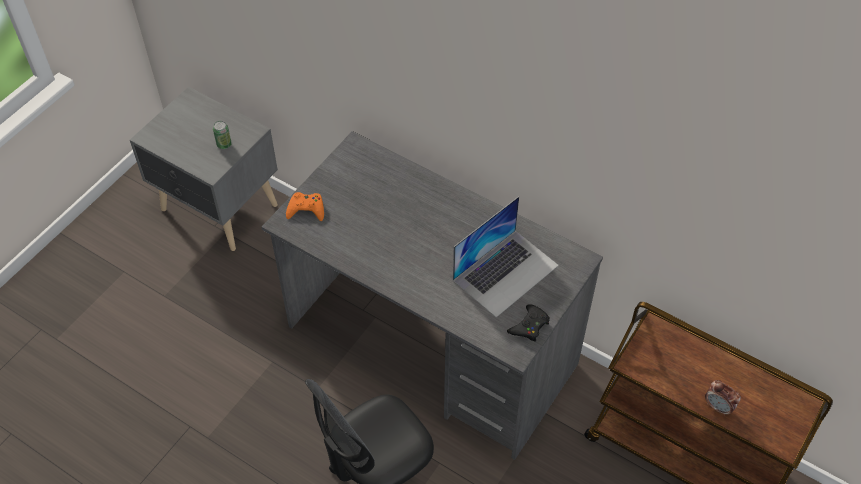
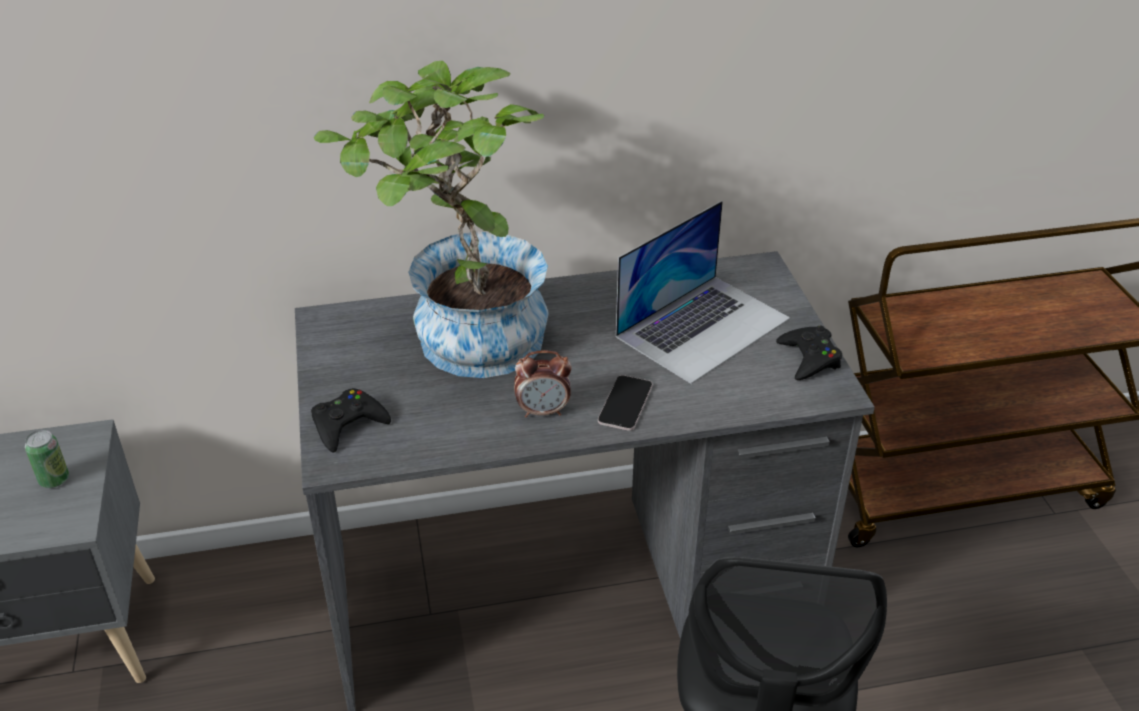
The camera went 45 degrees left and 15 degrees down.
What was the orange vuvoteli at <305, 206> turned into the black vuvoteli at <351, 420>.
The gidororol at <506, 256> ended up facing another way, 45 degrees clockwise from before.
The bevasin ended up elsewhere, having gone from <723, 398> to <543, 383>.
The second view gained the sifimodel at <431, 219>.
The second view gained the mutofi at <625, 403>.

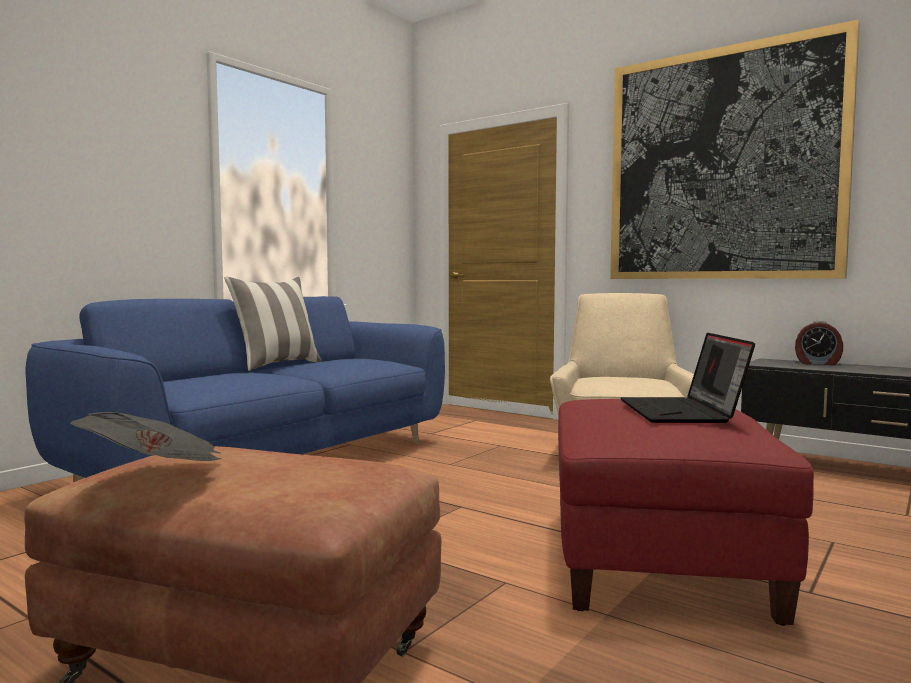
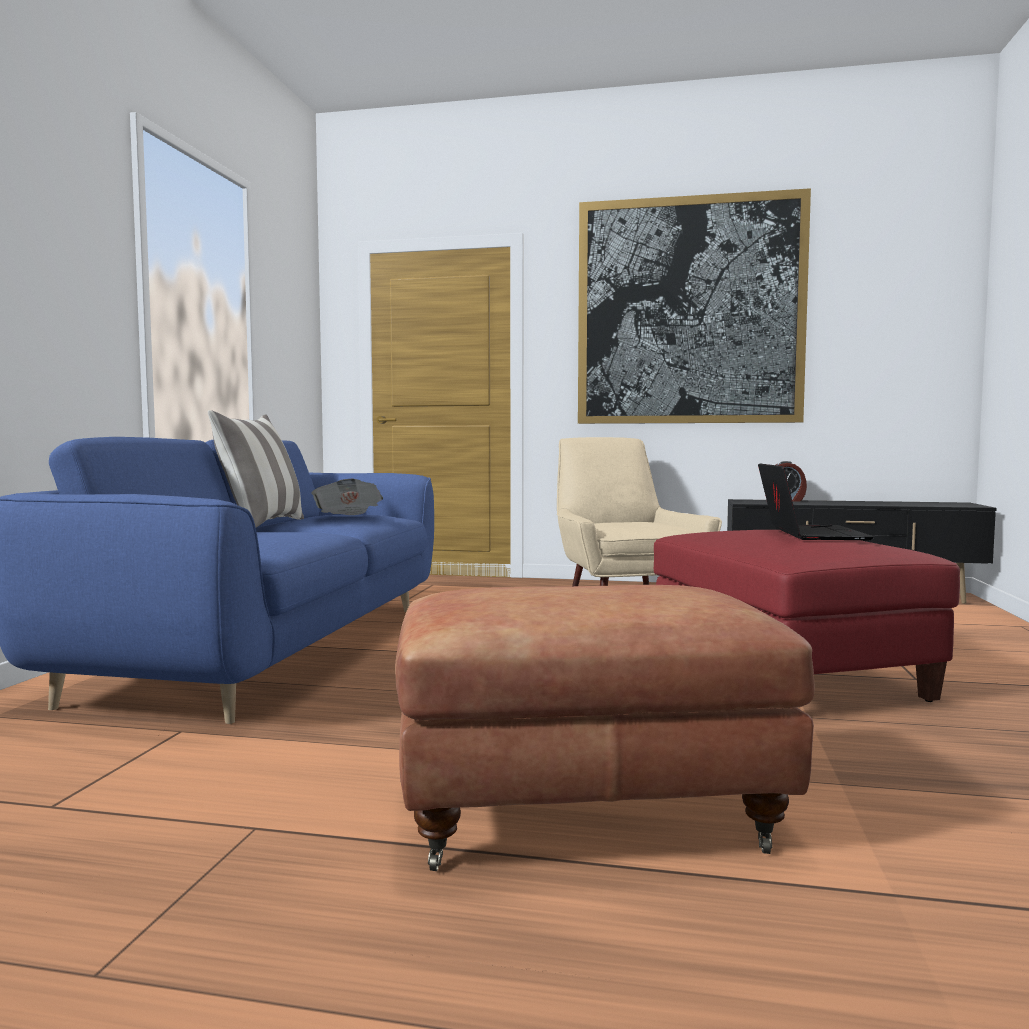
The camera went 25 degrees left and 0 degrees up.
The gidororol at <688, 378> ended up facing another way, 150 degrees counterclockwise from before.
The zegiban ended up elsewhere, having gone from <145, 436> to <347, 497>.

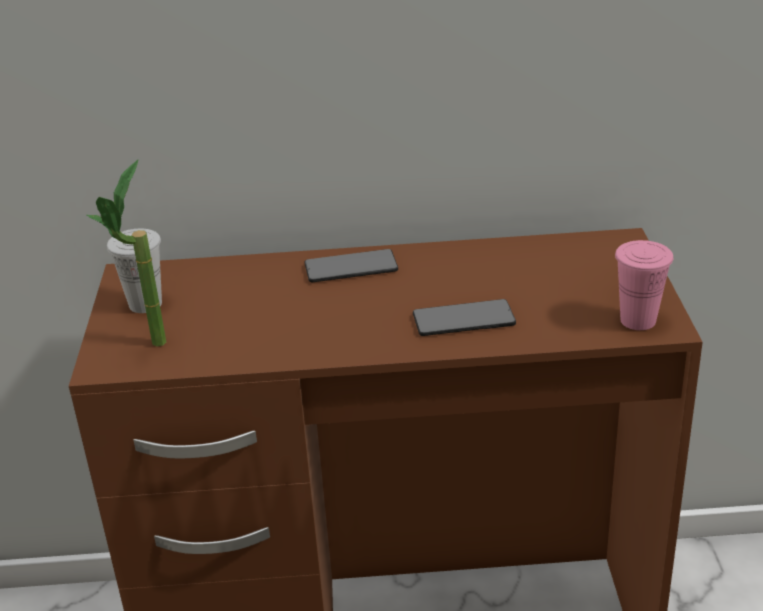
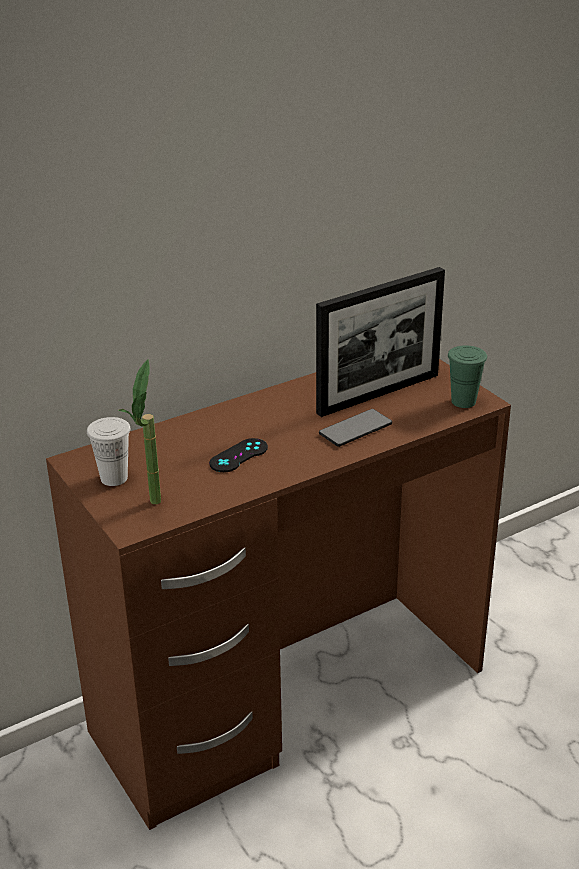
The camera went 30 degrees left and 0 degrees up.
What was the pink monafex at <644, 285> turned into the green monafex at <467, 376>.
The second view lost the mutofi at <351, 265>.
The second view gained the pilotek at <380, 342>.
The second view gained the black vuvoteli at <238, 455>.

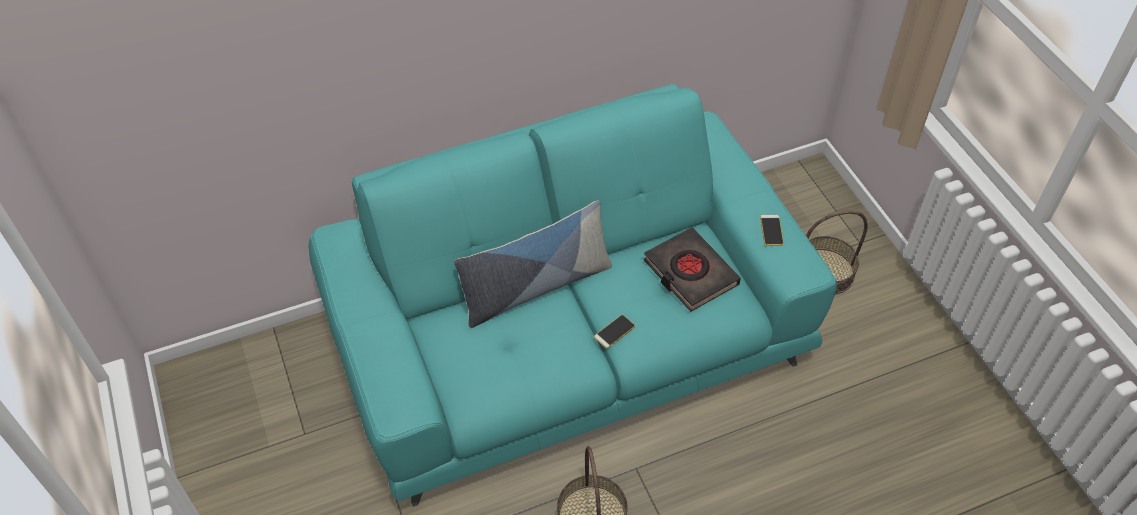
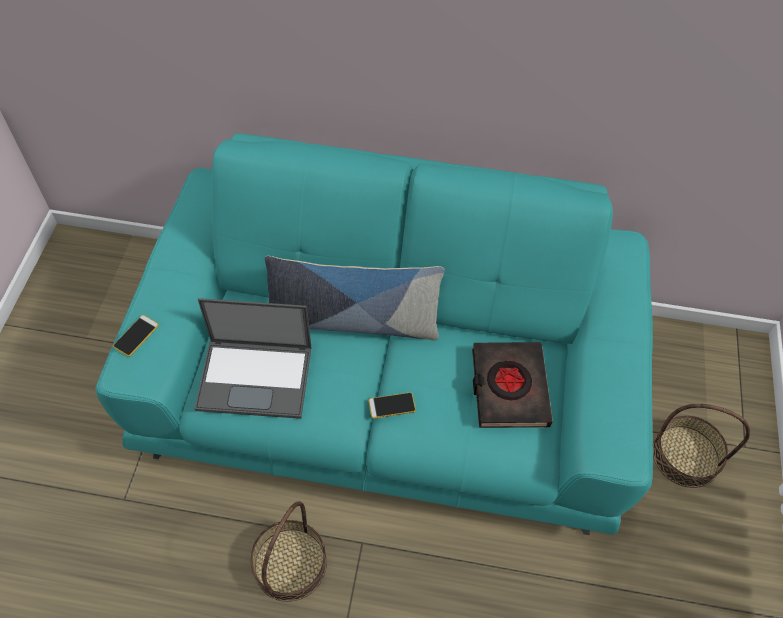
The camera went 30 degrees right and 5 degrees up.
The mutofi ended up elsewhere, having gone from <772, 230> to <136, 336>.
The second view gained the gidororol at <253, 358>.

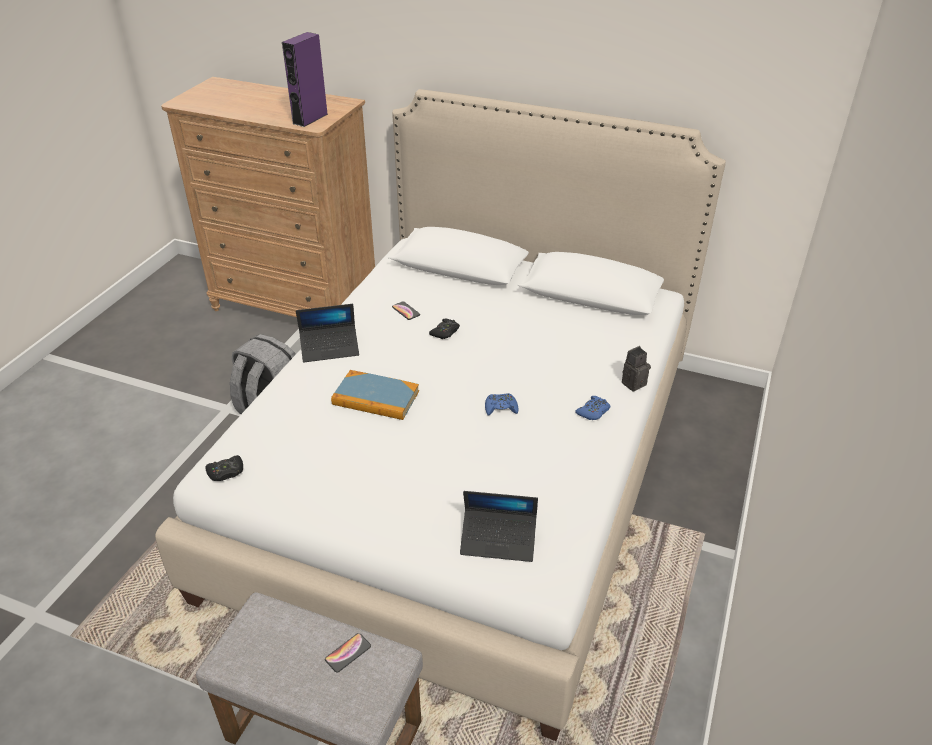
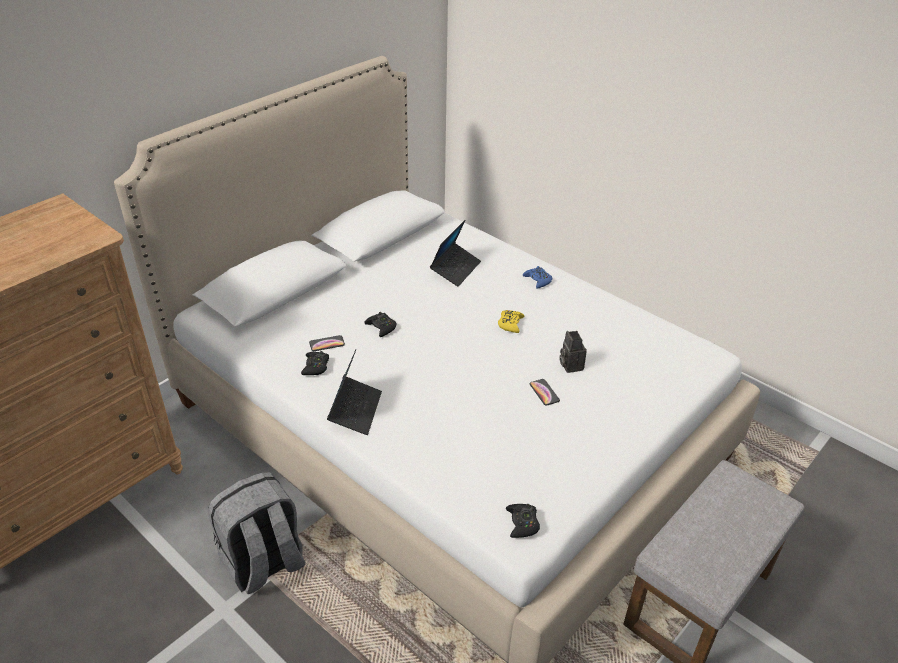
The camera went 70 degrees left and 0 degrees up.
The second view lost the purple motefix at <305, 79>.
The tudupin ended up elsewhere, having gone from <636, 368> to <573, 352>.
The second view lost the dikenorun at <375, 395>.
What was the blue vuvoteli at <502, 404> turned into the yellow vuvoteli at <511, 321>.
The gidororol ended up elsewhere, having gone from <499, 526> to <455, 253>.
The mutofi ended up elsewhere, having gone from <348, 653> to <544, 392>.
The second view gained the black vuvoteli at <315, 363>.

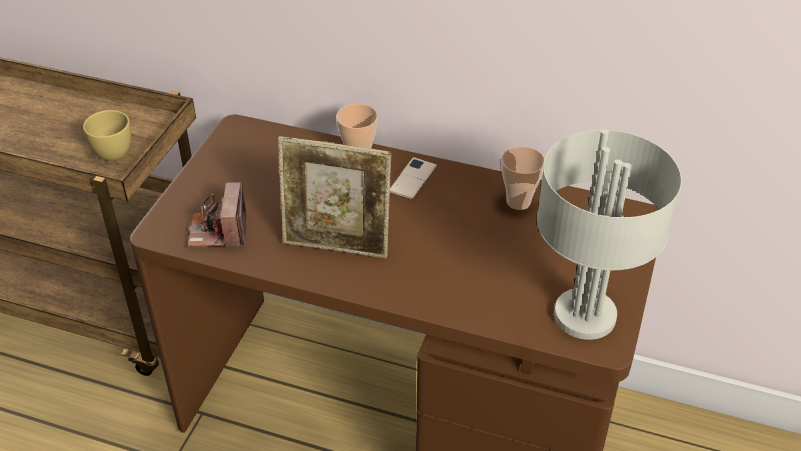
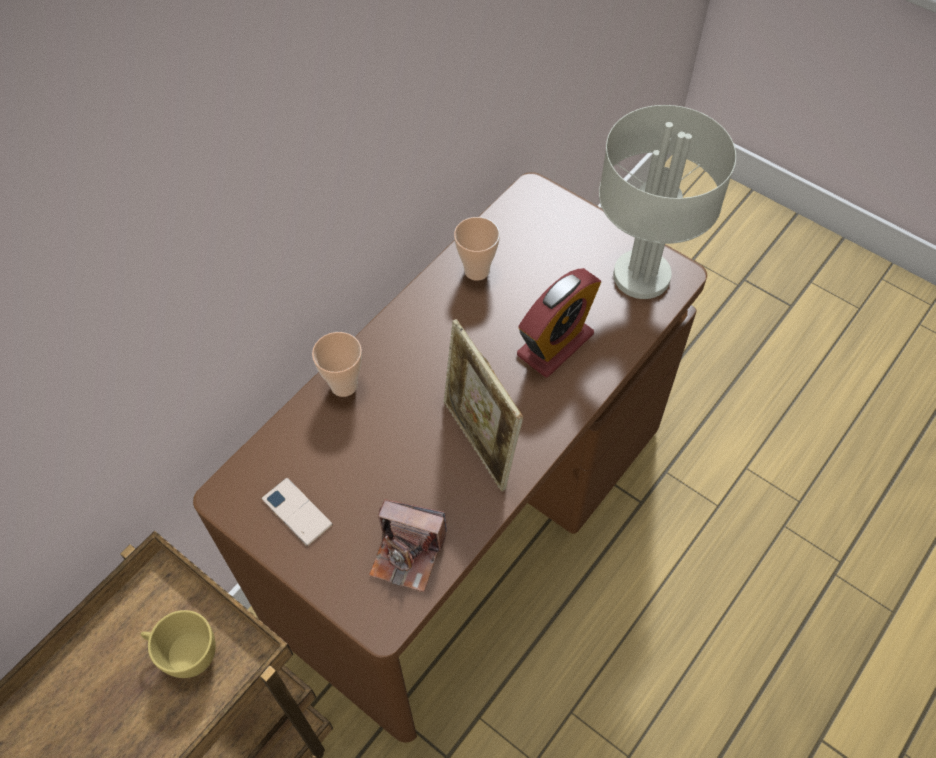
The camera went 70 degrees left and 15 degrees up.
The pilotek at <334, 197> ended up facing another way, 120 degrees clockwise from before.
The mutofi ended up elsewhere, having gone from <413, 178> to <297, 512>.
The second view gained the bevasin at <559, 322>.

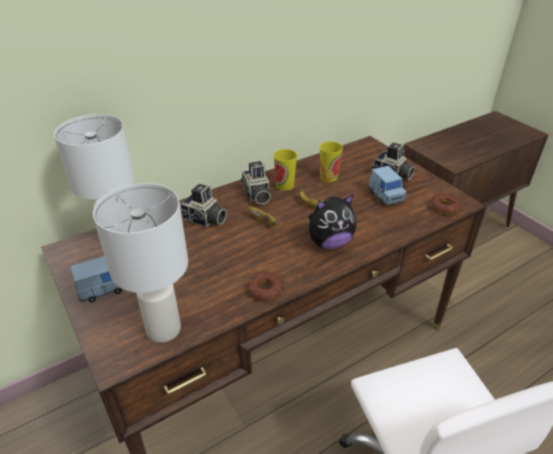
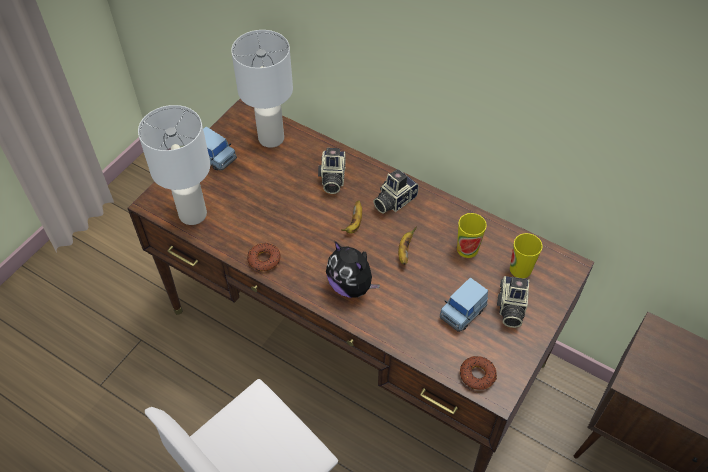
The camera went 65 degrees right and 15 degrees up.
The monafex ended up elsewhere, having gone from <285, 170> to <526, 255>.

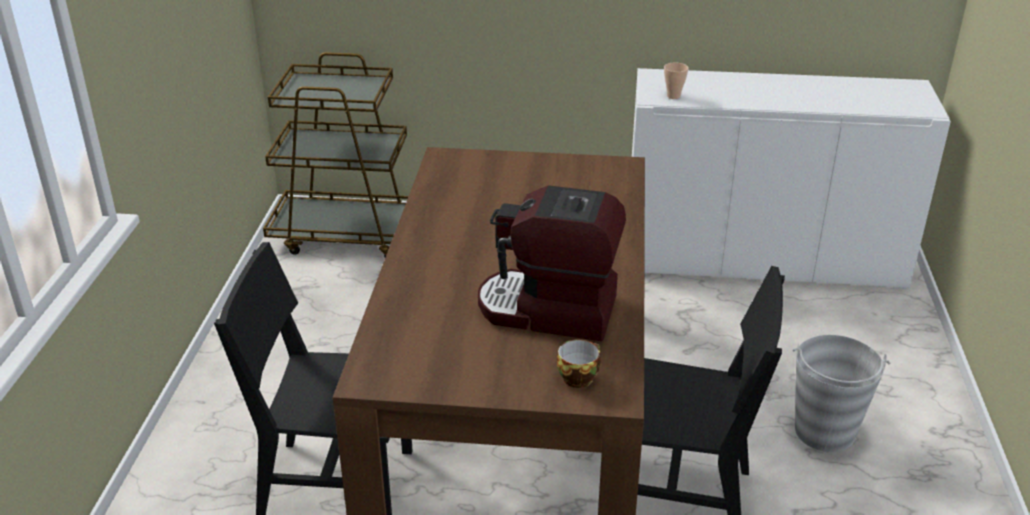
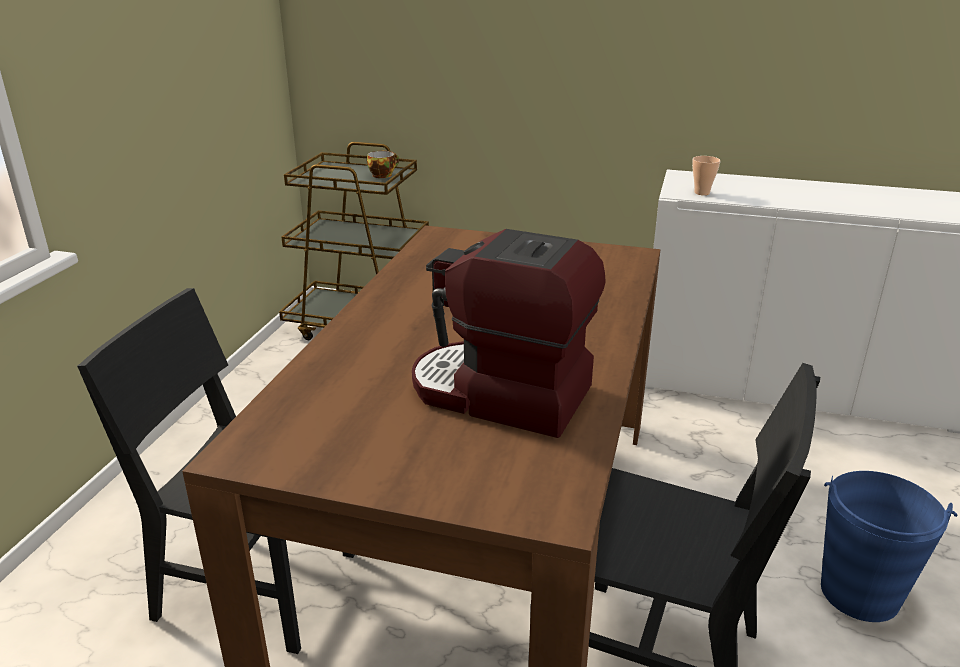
The camera went 10 degrees right and 5 degrees down.
What was the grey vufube at <841, 393> turned into the blue vufube at <889, 546>.
The monafex ended up elsewhere, having gone from <579, 363> to <383, 164>.

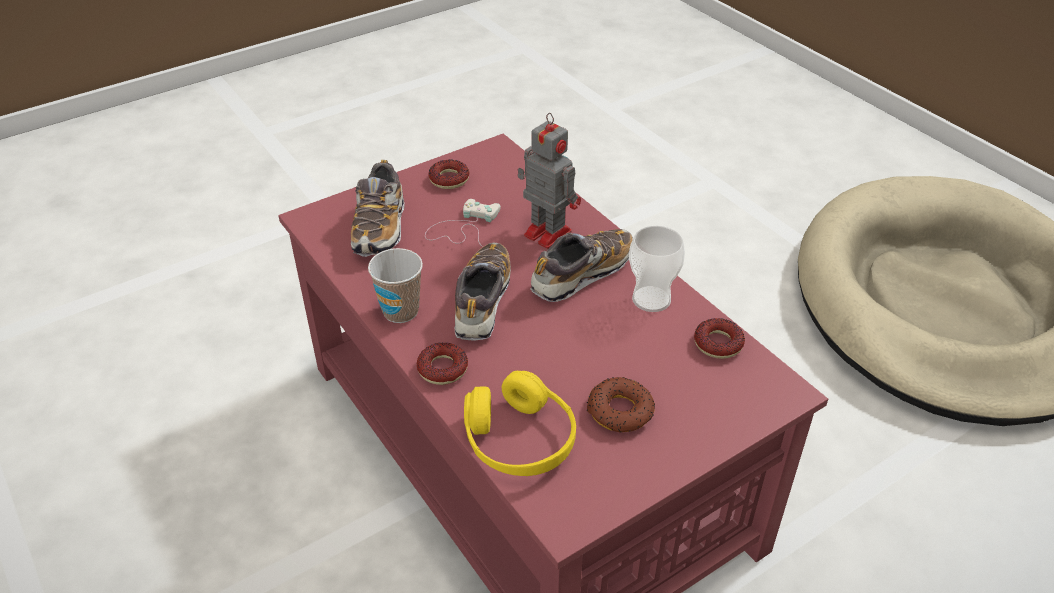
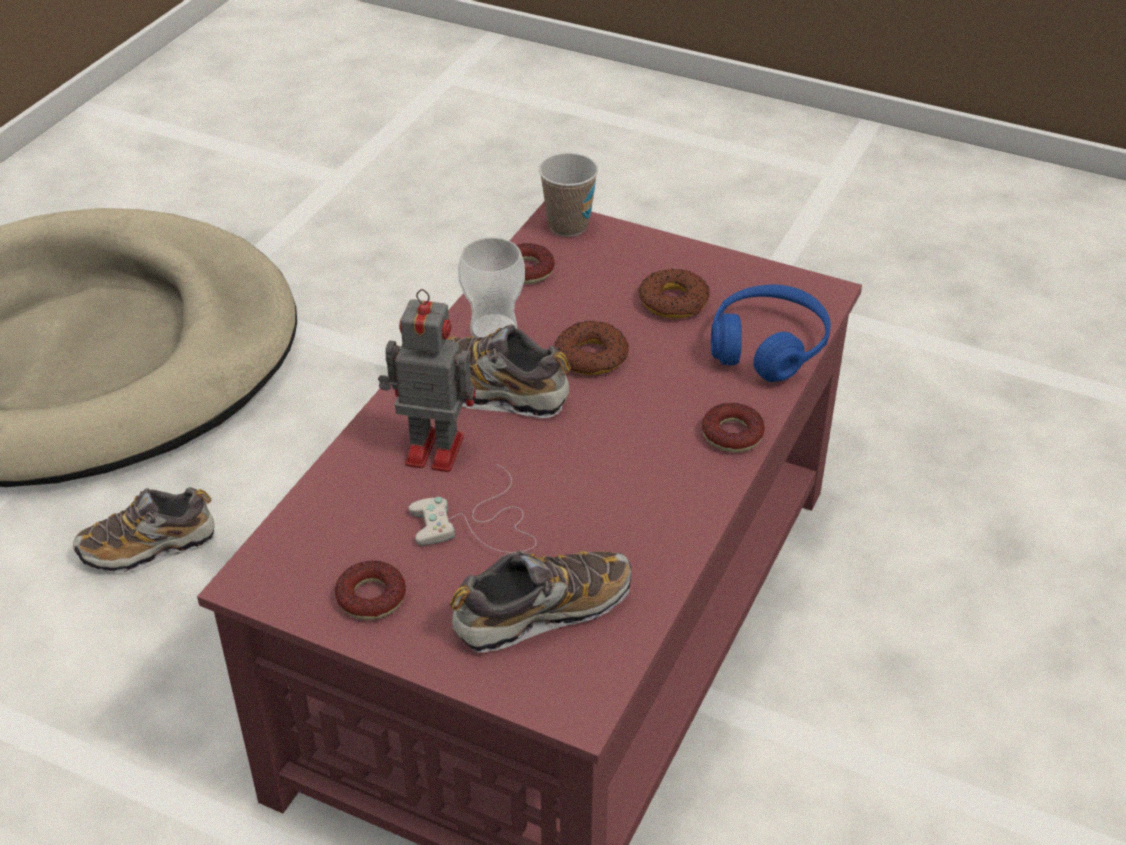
The camera went 120 degrees left and 0 degrees up.
The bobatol at <549, 181> ended up facing another way, 90 degrees clockwise from before.
The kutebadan ended up elsewhere, having gone from <482, 292> to <144, 530>.
The monafex ended up elsewhere, having gone from <395, 285> to <568, 195>.
What was the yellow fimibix at <520, 423> turned into the blue fimibix at <771, 333>.
The second view gained the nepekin at <592, 347>.

